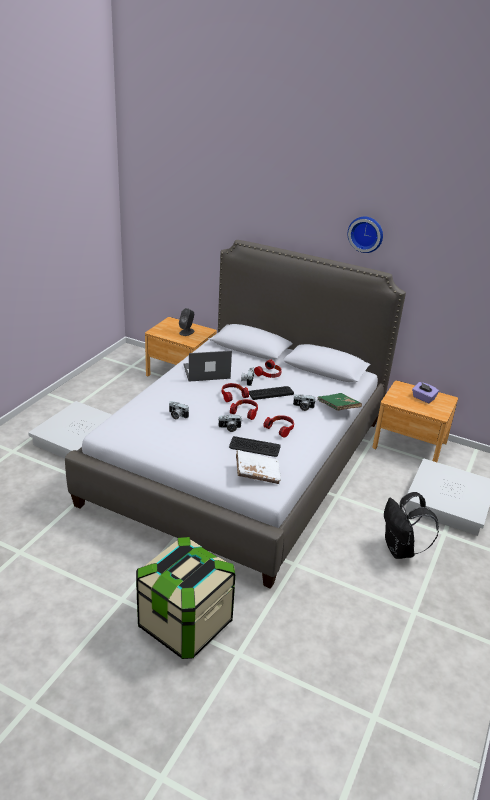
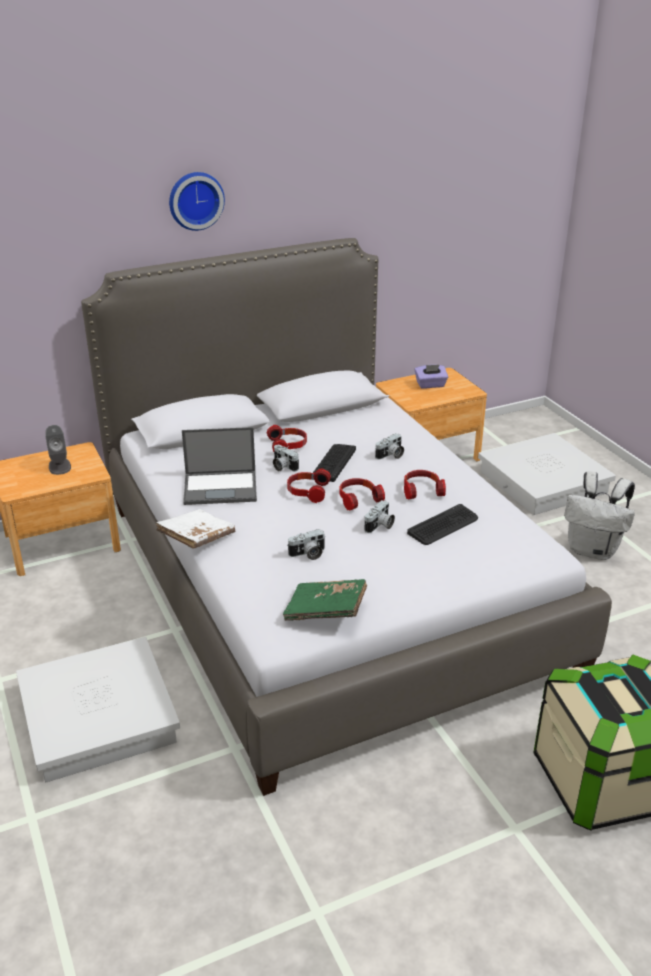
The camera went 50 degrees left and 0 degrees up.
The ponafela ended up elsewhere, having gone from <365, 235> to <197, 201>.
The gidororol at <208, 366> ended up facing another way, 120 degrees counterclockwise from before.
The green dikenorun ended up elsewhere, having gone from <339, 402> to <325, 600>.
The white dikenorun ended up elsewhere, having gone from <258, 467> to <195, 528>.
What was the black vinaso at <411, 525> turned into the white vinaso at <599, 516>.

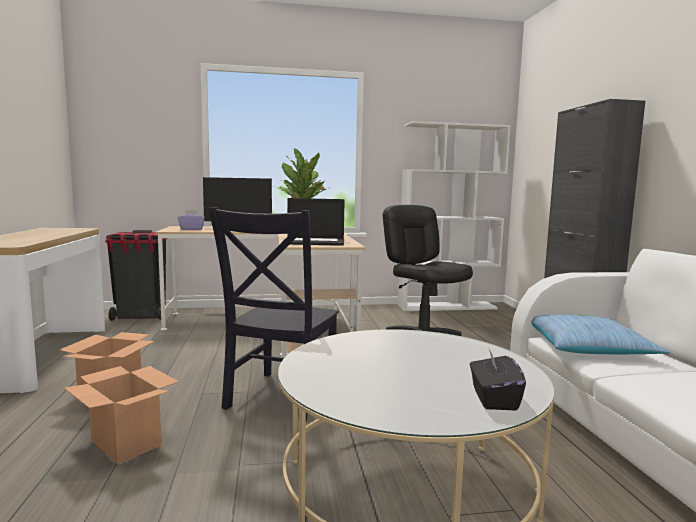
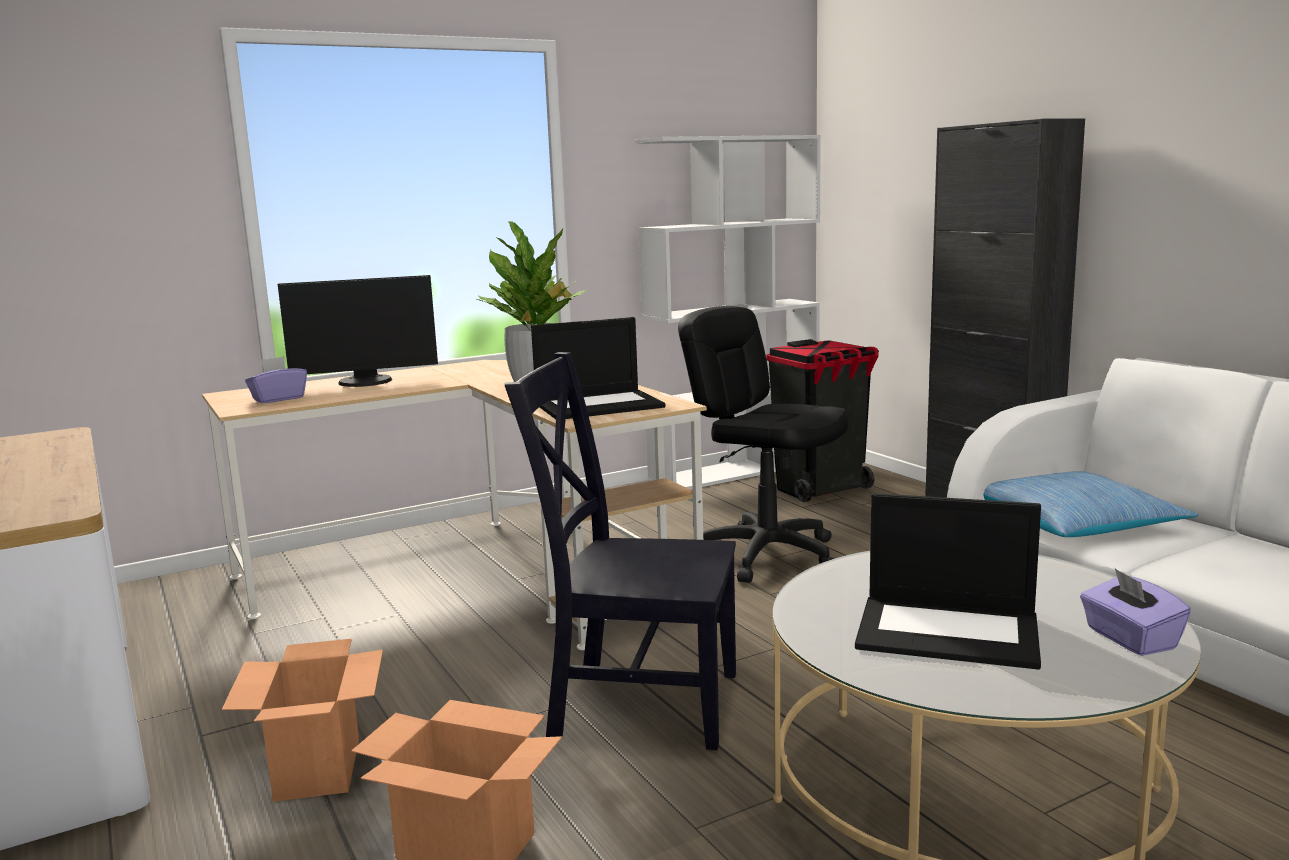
The camera went 20 degrees left and 5 degrees up.
The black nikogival at <273, 314> ended up facing another way, 105 degrees clockwise from before.
The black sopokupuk ended up elsewhere, having gone from <136, 275> to <822, 420>.
What was the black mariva at <498, 379> turned into the purple mariva at <1135, 612>.
The second view gained the gidororol at <948, 581>.

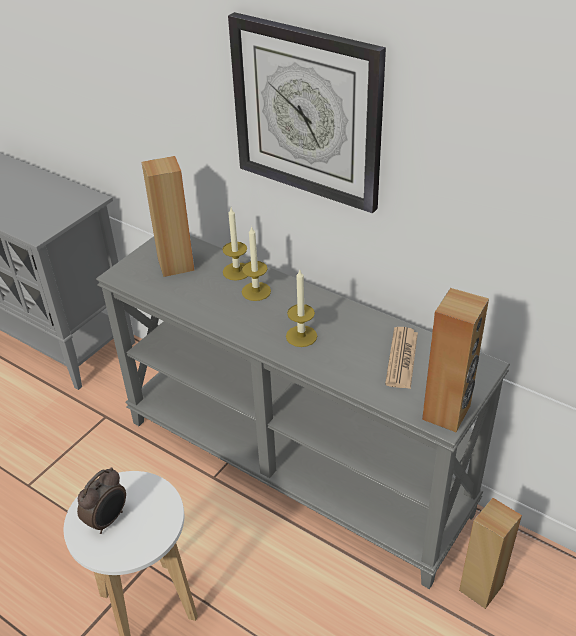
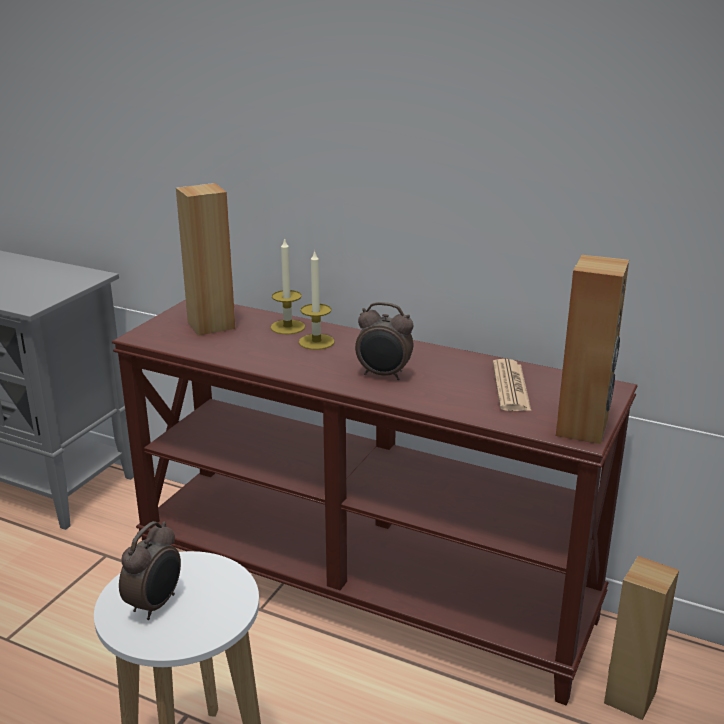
The camera went 10 degrees left and 15 degrees down.
The second view lost the ponafela at <307, 113>.
What was the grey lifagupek at <303, 412> turned into the brown lifagupek at <374, 502>.
Where the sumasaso stood at <301, 308>, the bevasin came to stand at <384, 341>.

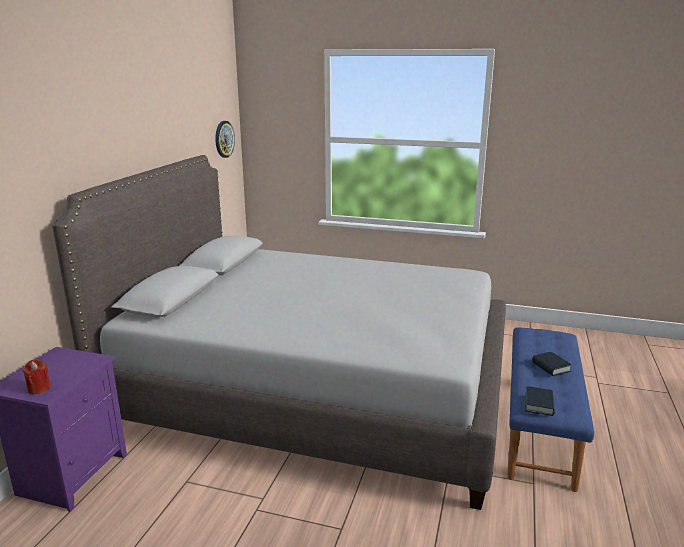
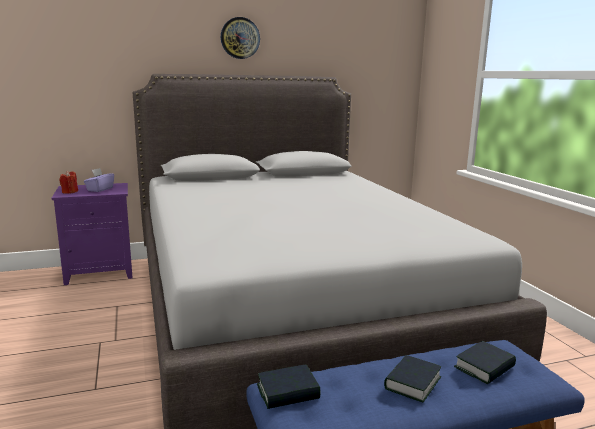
The camera went 55 degrees right and 5 degrees down.
The ponafela ended up elsewhere, having gone from <225, 139> to <240, 38>.
The second view gained the purple mariva at <99, 180>.
The second view gained the dikenorun at <485, 362>.

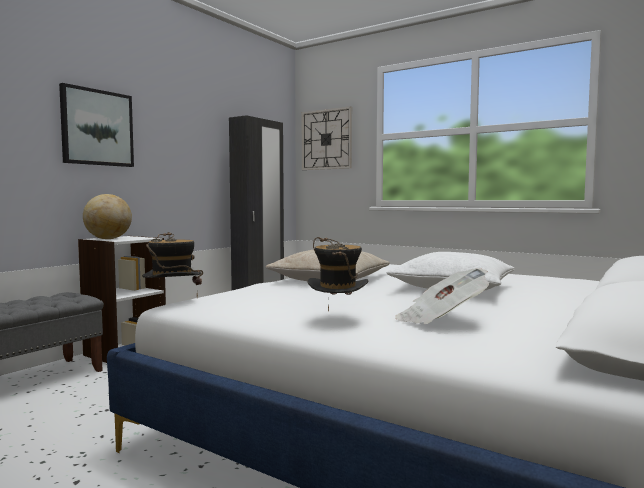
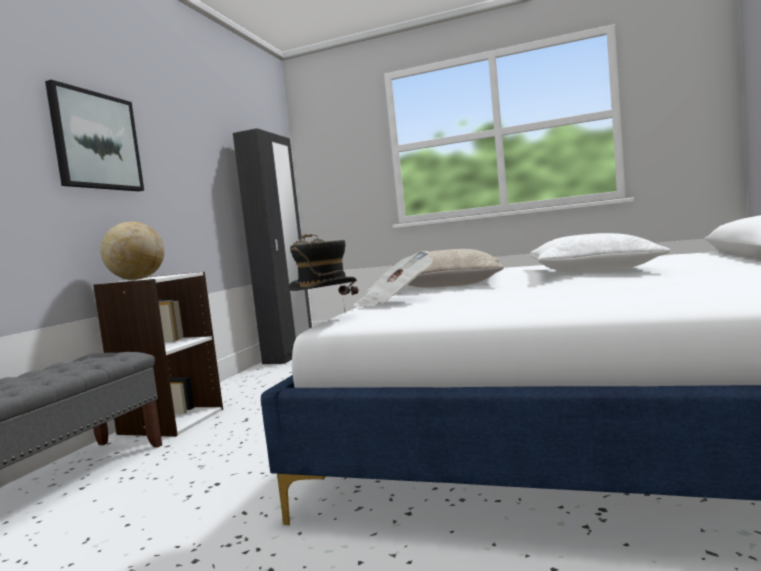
The camera went 15 degrees left and 0 degrees up.
The second view lost the ponafela at <327, 138>.
The second view lost the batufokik at <337, 274>.
The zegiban ended up elsewhere, having gone from <442, 296> to <393, 279>.

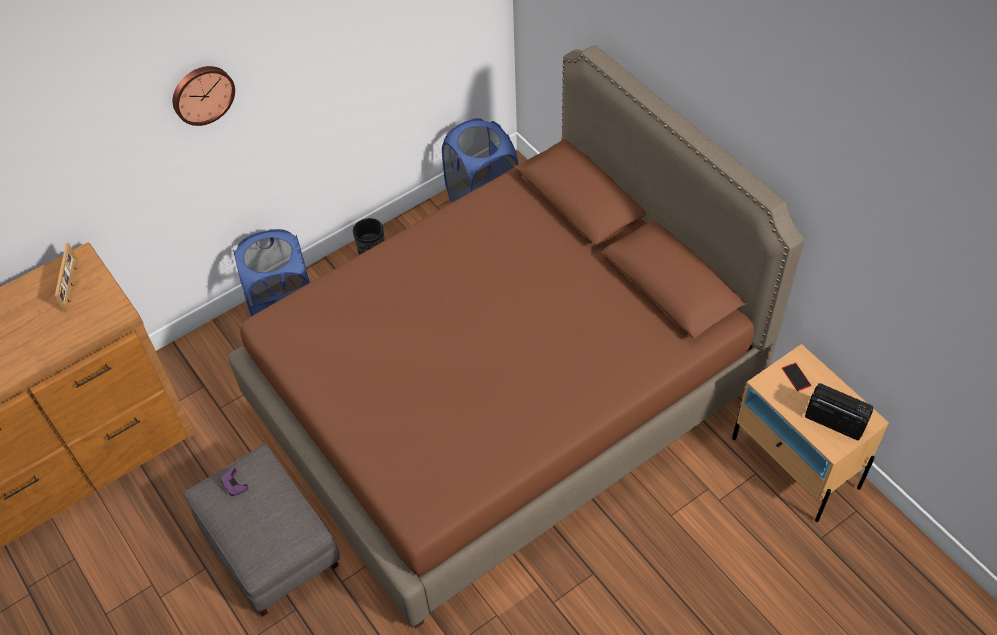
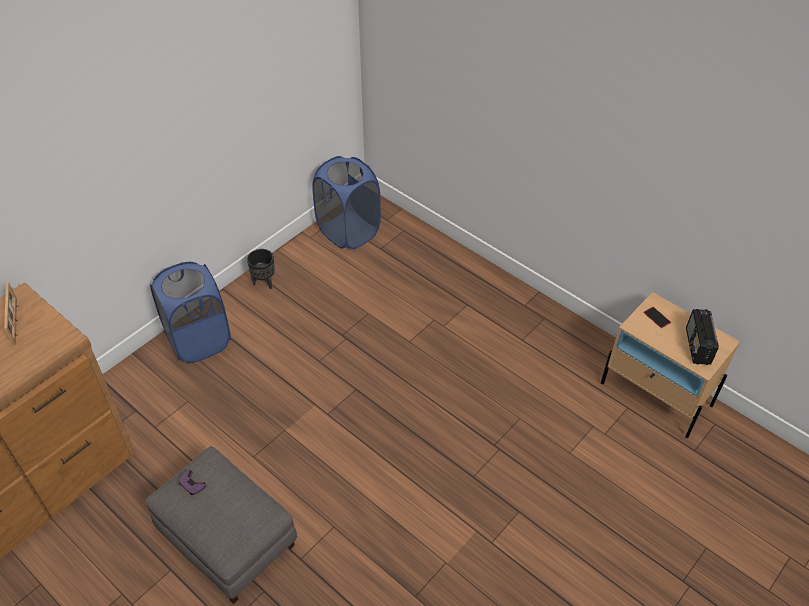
The camera went 15 degrees left and 5 degrees down.
The second view lost the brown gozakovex at <516, 336>.
The second view lost the ponafela at <203, 96>.
The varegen at <839, 411> ended up facing another way, 105 degrees counterclockwise from before.

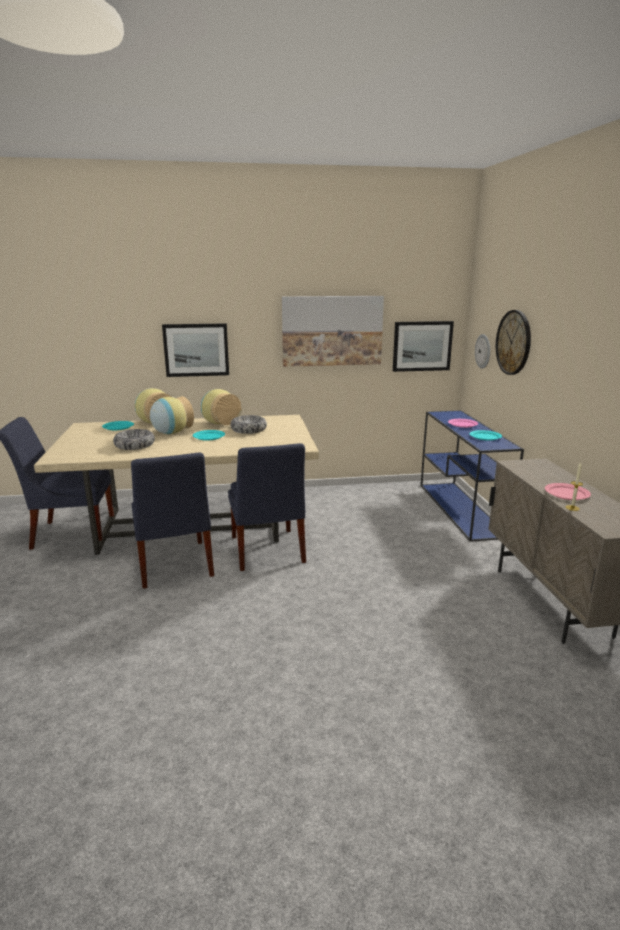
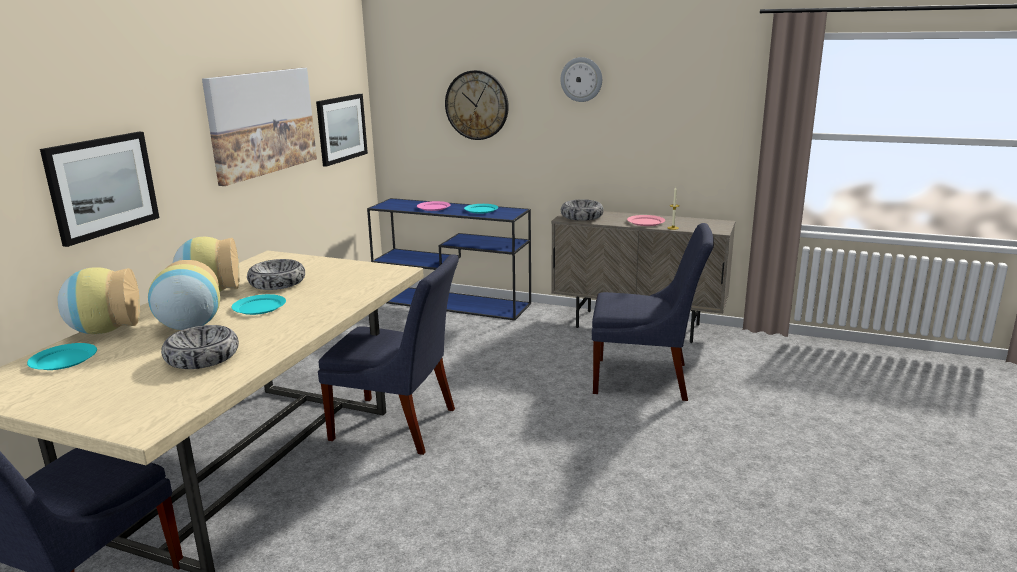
The camera went 60 degrees left and 0 degrees up.
The ponafela ended up elsewhere, having gone from <482, 351> to <581, 79>.
The blue nikogival ended up elsewhere, having gone from <172, 520> to <653, 312>.
The second view gained the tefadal at <582, 210>.

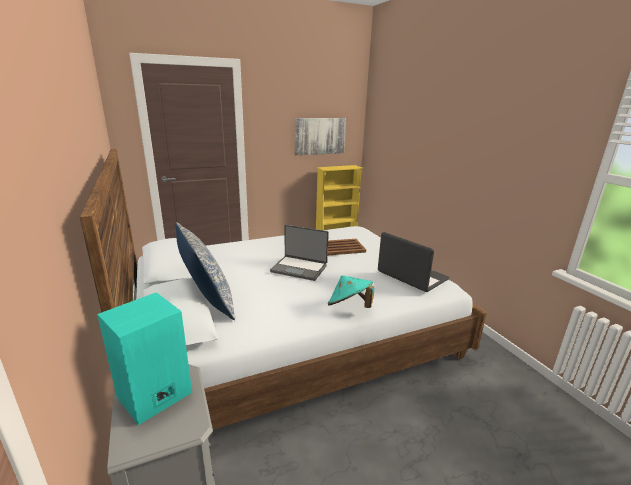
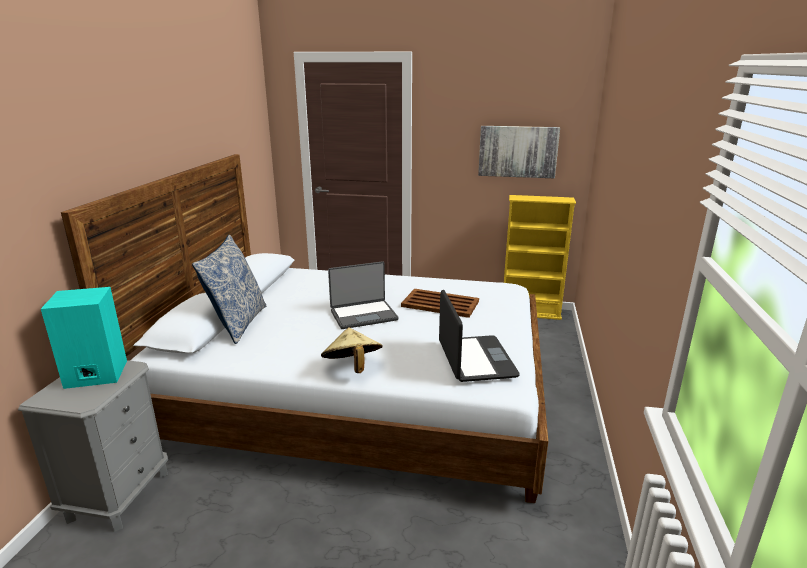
The camera went 35 degrees right and 0 degrees up.
The gidororol at <299, 253> ended up facing another way, 75 degrees counterclockwise from before.
What was the turquoise batufokik at <351, 291> turned into the beige batufokik at <352, 350>.

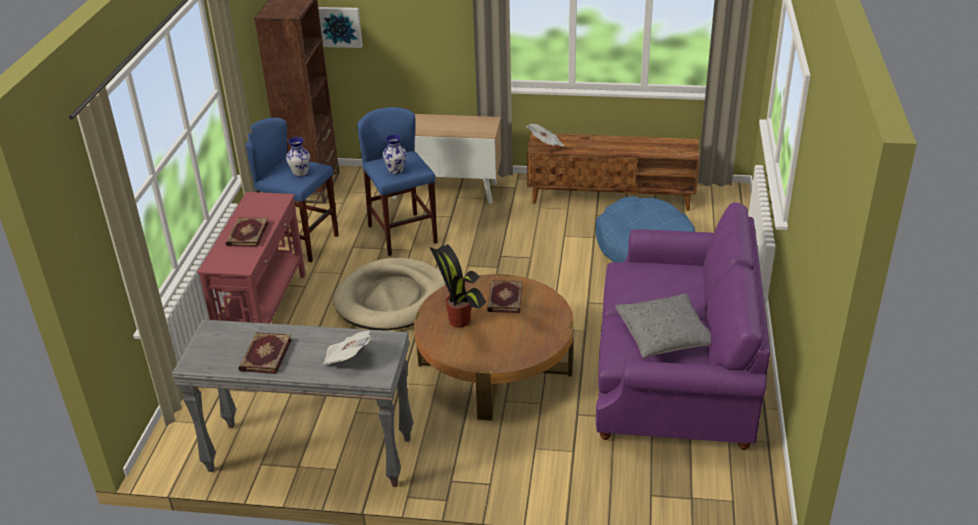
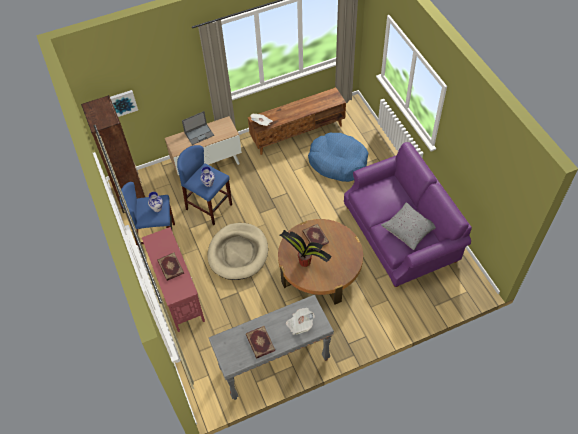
The camera went 30 degrees left and 20 degrees up.
The second view gained the gidororol at <198, 128>.

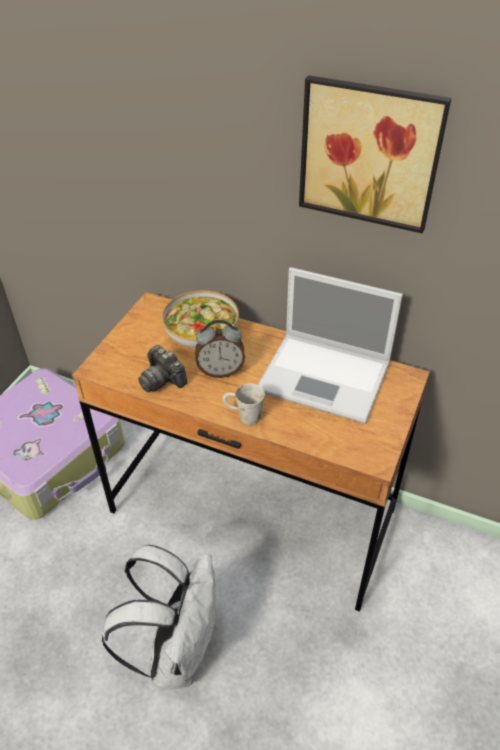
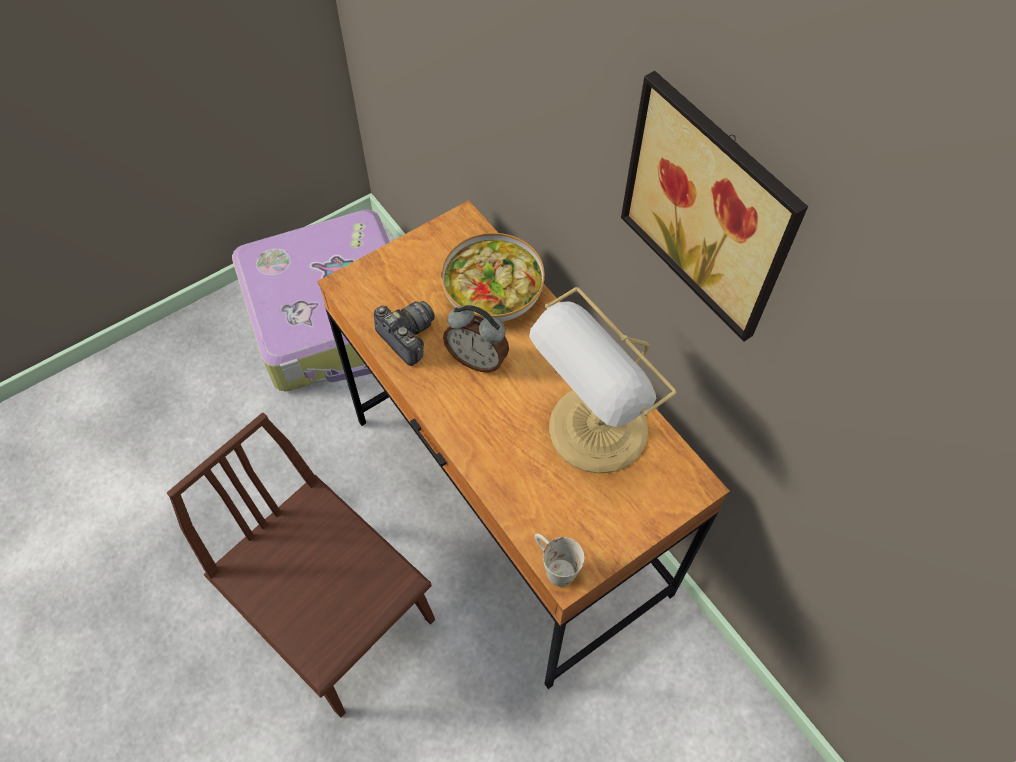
The camera went 30 degrees right and 15 degrees up.
Where the gidororol stood at <330, 345>, the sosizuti came to stand at <602, 380>.
The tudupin at <163, 368> ended up facing another way, 150 degrees clockwise from before.
The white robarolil ended up elsewhere, having gone from <244, 404> to <560, 560>.
Where the white vinaso stood at <159, 617>, the brown nikogival came to stand at <301, 565>.

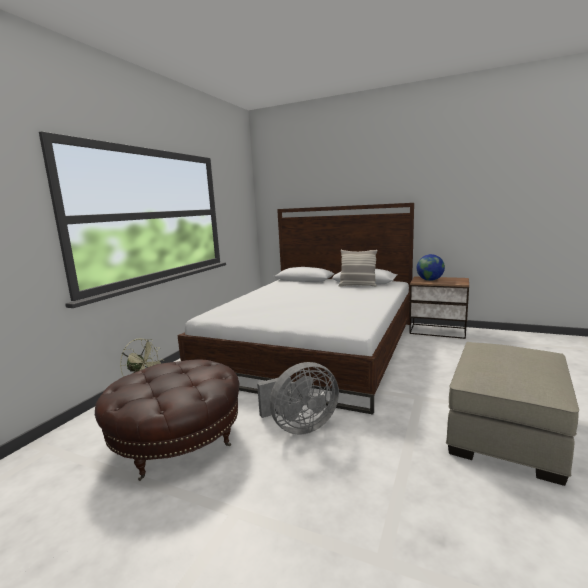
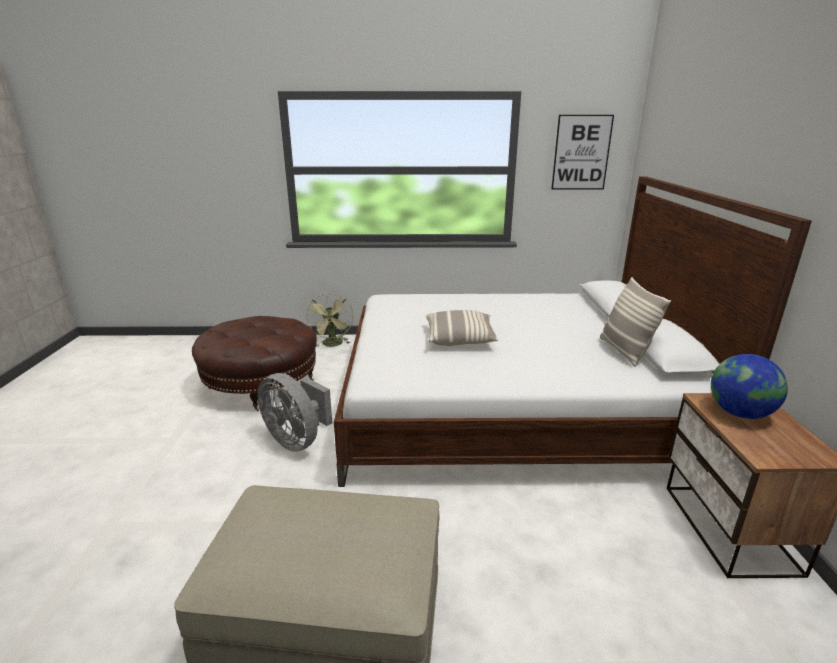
The camera went 65 degrees right and 10 degrees up.
The second view gained the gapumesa at <582, 152>.
The second view gained the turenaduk at <462, 328>.

